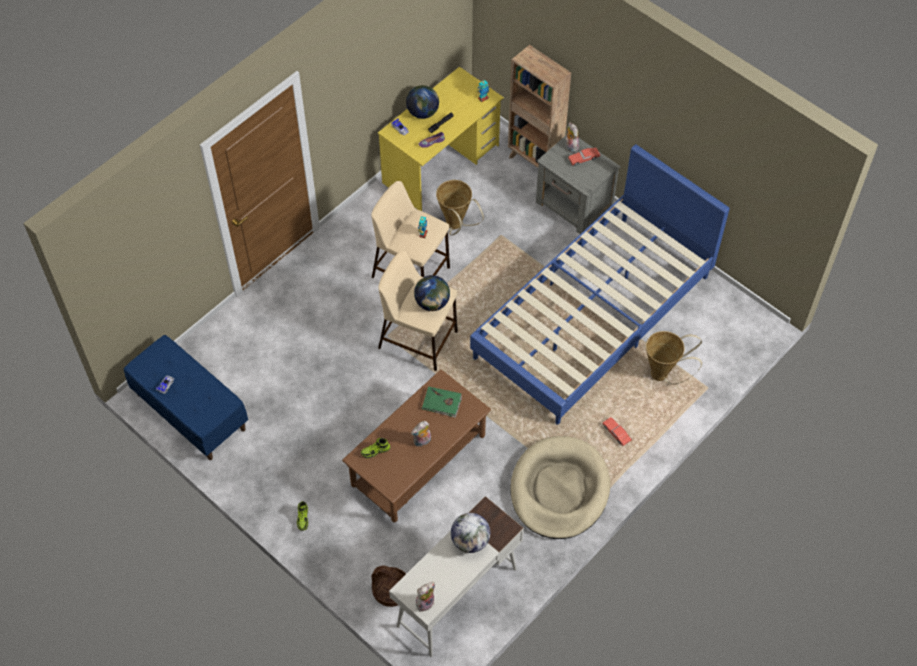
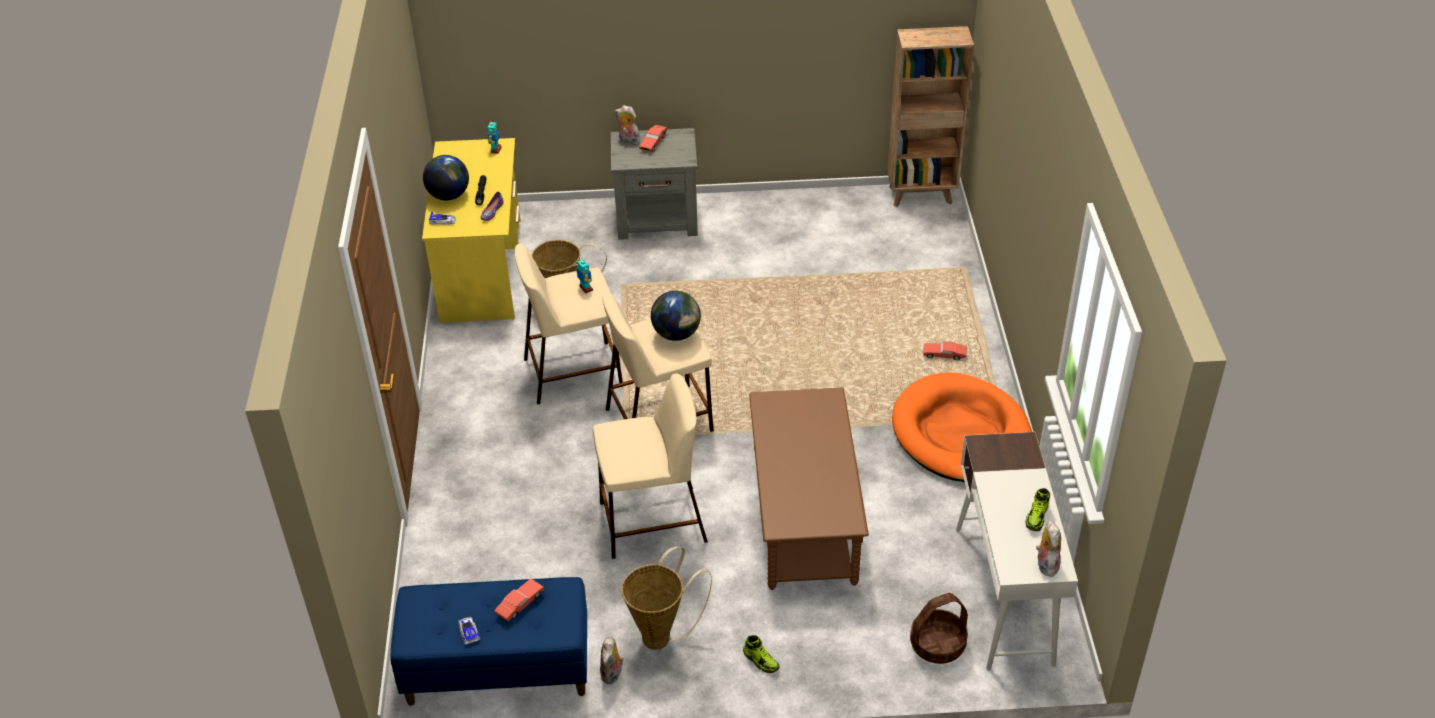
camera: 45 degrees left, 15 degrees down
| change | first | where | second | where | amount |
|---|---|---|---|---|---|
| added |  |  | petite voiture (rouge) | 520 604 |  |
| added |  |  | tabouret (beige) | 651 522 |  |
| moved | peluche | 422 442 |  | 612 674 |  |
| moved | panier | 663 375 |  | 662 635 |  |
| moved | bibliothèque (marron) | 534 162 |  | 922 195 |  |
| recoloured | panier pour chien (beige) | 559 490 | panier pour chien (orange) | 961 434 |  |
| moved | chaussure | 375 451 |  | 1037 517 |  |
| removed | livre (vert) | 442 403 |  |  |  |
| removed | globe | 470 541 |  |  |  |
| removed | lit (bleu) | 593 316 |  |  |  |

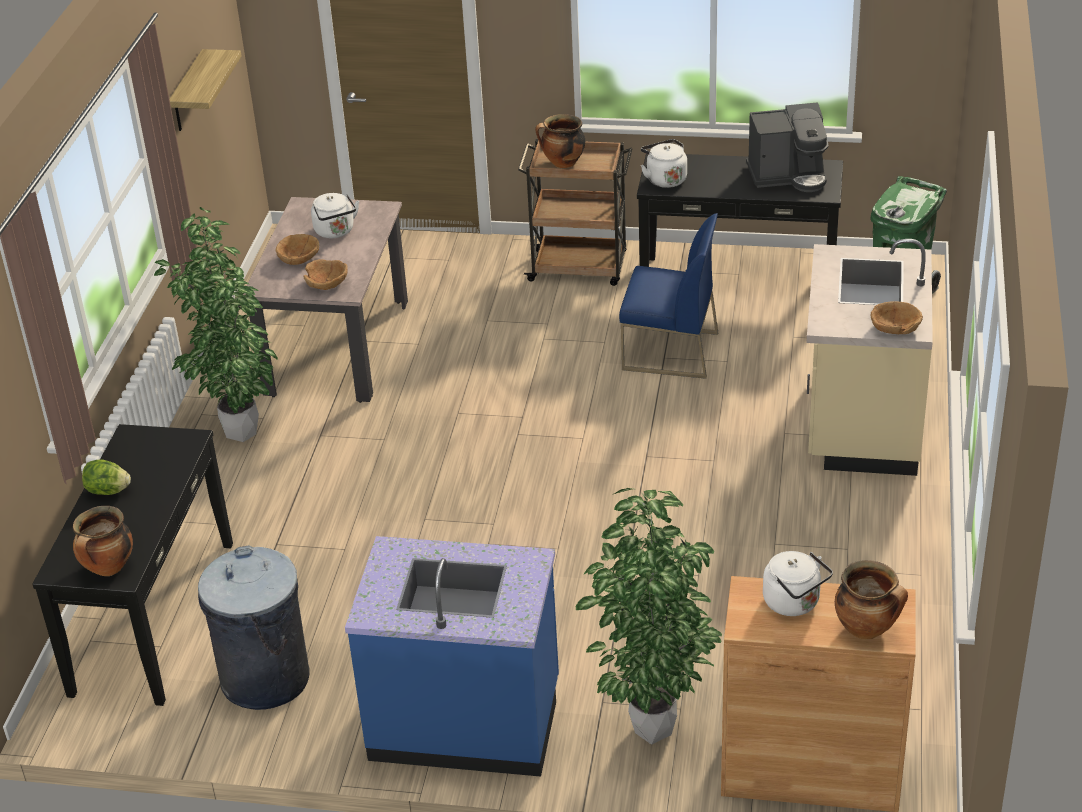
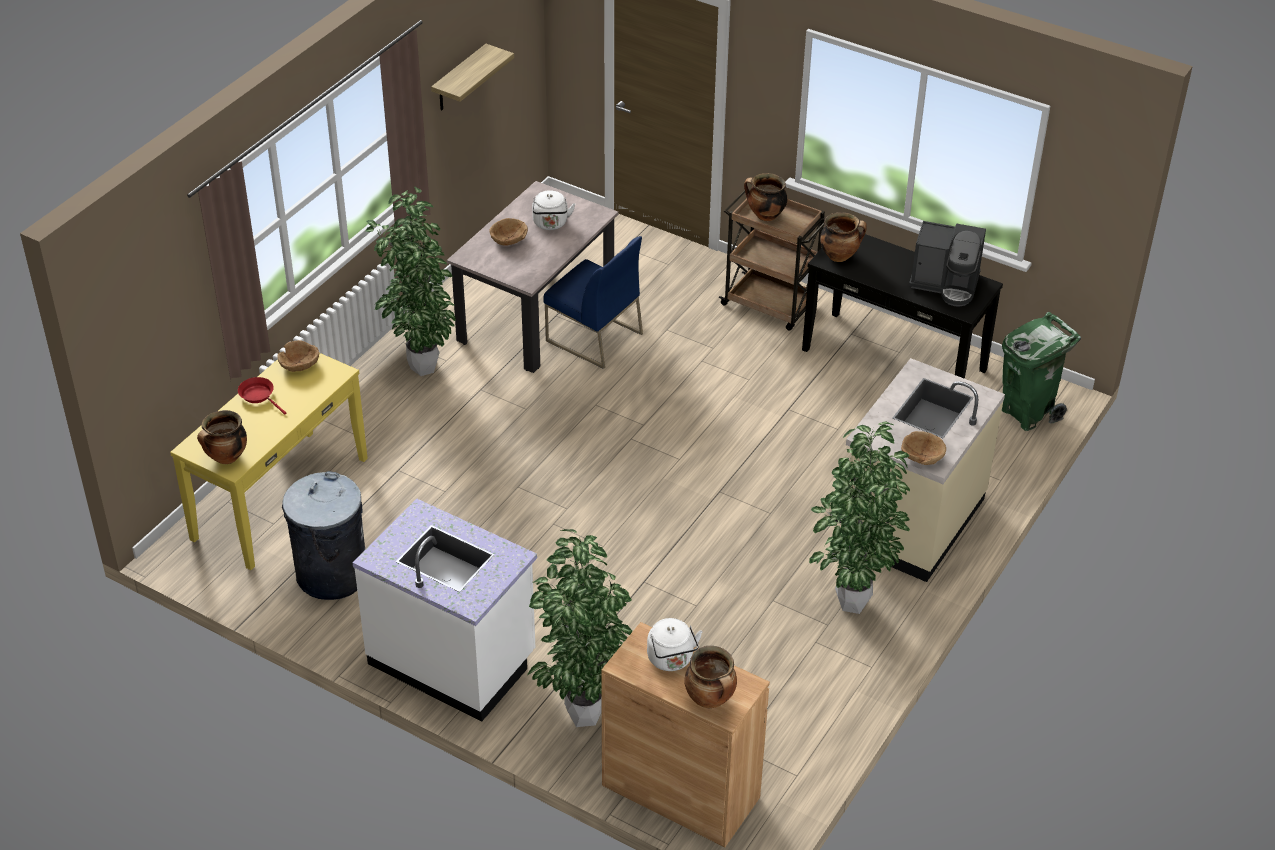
camera: 20 degrees right, 5 degrees up
| change | first | where | second | where | amount |
|---|---|---|---|---|---|
| recoloured | table console (noir) | 152 617 | table console (jaune) | 280 498 |  |
| replaced | laitue | 108 491 | poêle (rouge) | 259 396 |  |
| moved | bol (marron) | 327 283 |  | 299 364 |  |
| recoloured | comptoir de cuisine (bleu) | 465 721 | comptoir de cuisine (blanc) | 453 660 |  |
| moved | chaise (bleu) | 669 352 |  | 593 337 |  |
| added |  |  | plante en pot | 853 606 |  |
| replaced | bouilloire (blanc) | 665 179 | marmite | 840 256 |  |

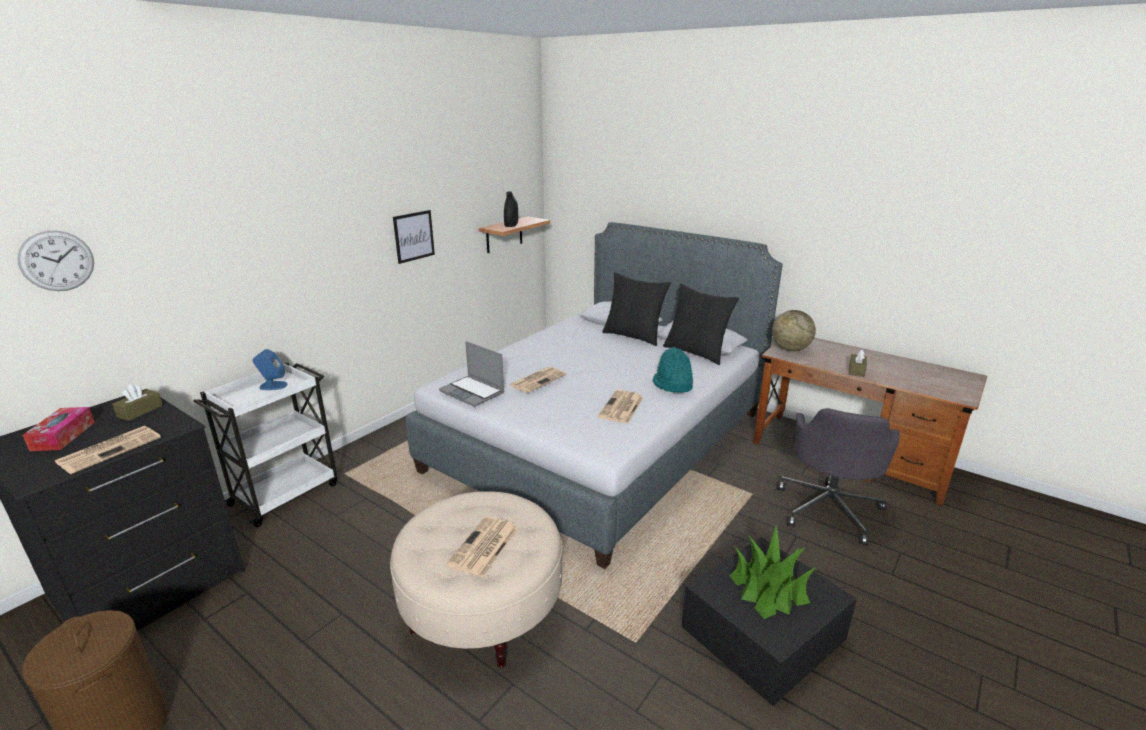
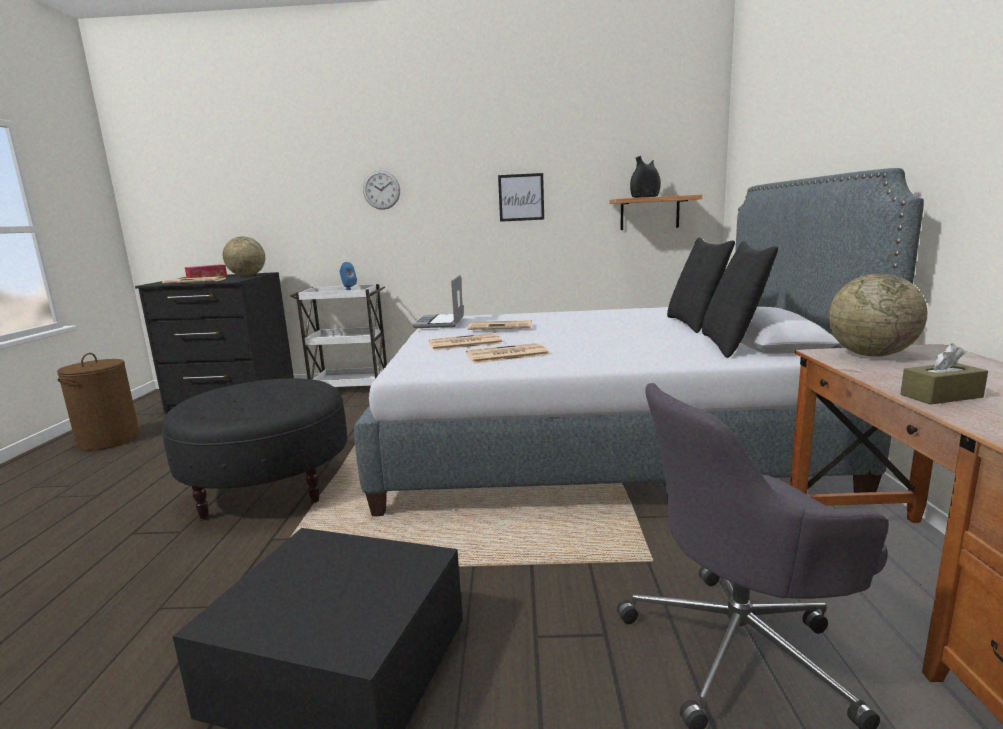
camera: 55 degrees right, 10 degrees down
| change | first | where | second | where | amount |
|---|---|---|---|---|---|
| recoloured | pouf (beige) | 482 609 | pouf (noir) | 270 486 |  |
| replaced | boîte à mouchoirs (marron) | 140 411 | globe | 247 276 |  |
| moved | horloge murale | 57 261 |  | 381 190 |  |
| moved | journal | 484 547 |  | 464 343 |  |
| removed | chapeau (turquoise) | 672 384 |  |  |  |
| removed | plante en pot | 768 588 |  |  |  |

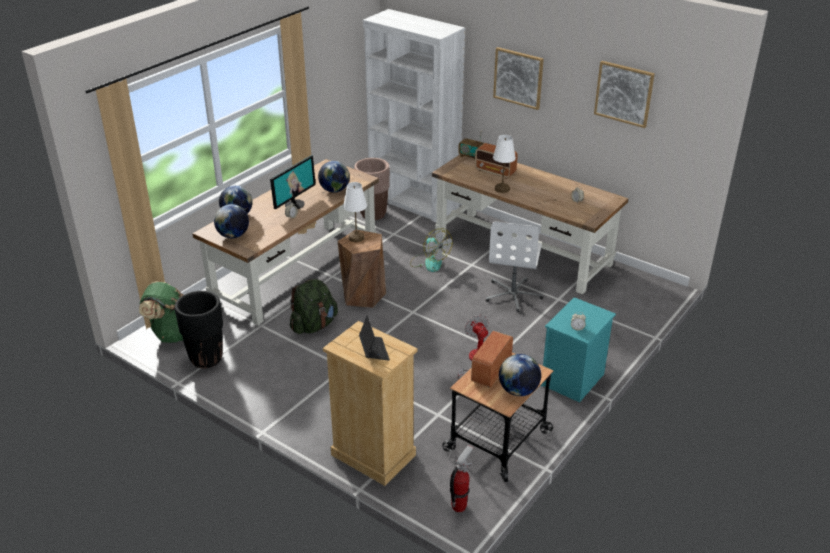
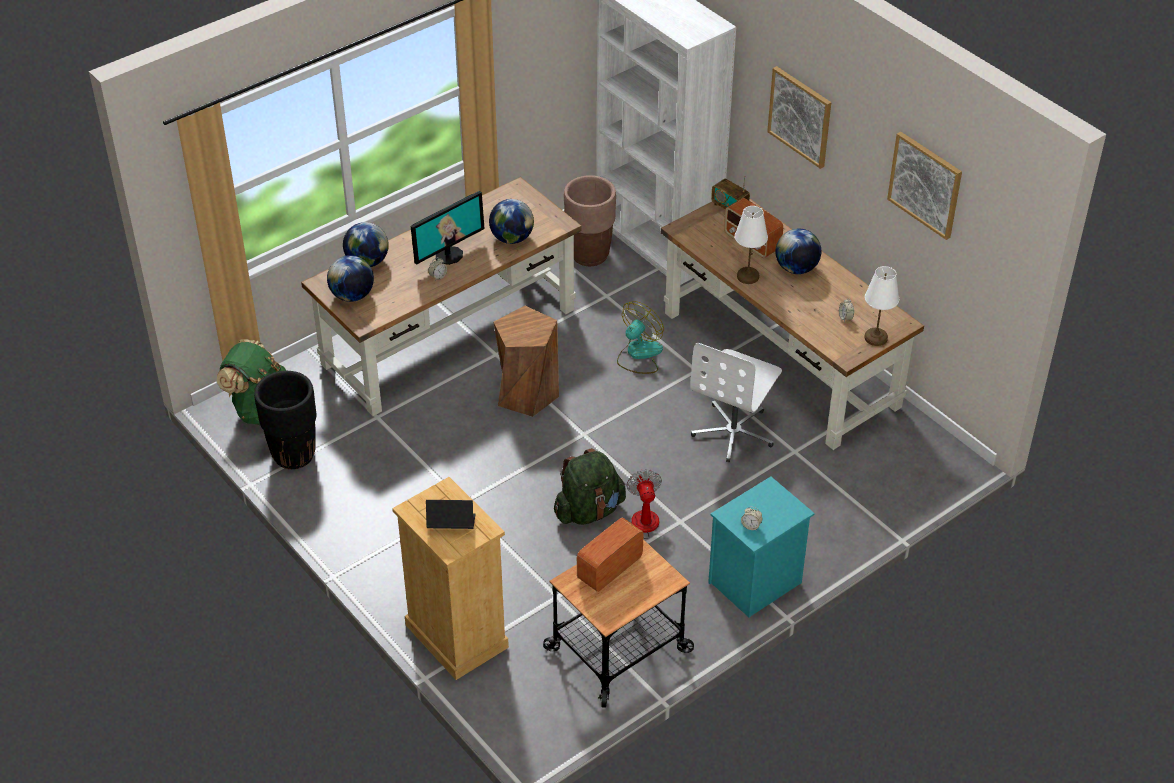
camera: 15 degrees right, 10 degrees up
| change | first | where | second | where | amount |
|---|---|---|---|---|---|
| turned | ordinateur portable | 374 350 |  | 451 524 | 90 degrees counterclockwise |
| moved | sac à dos (vert) | 314 325 |  | 589 511 |  |
| turned | ventilateur | 429 262 |  | 639 354 | 120 degrees counterclockwise |
| moved | globe | 518 390 |  | 796 268 |  |
| moved | lampe de table (blanc) | 356 237 |  | 875 337 |  |
| removed | extincteur | 459 506 |  |  |  |

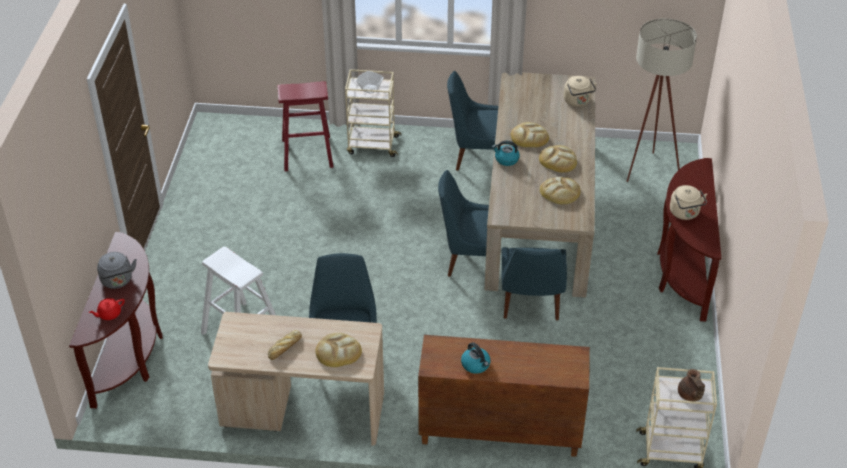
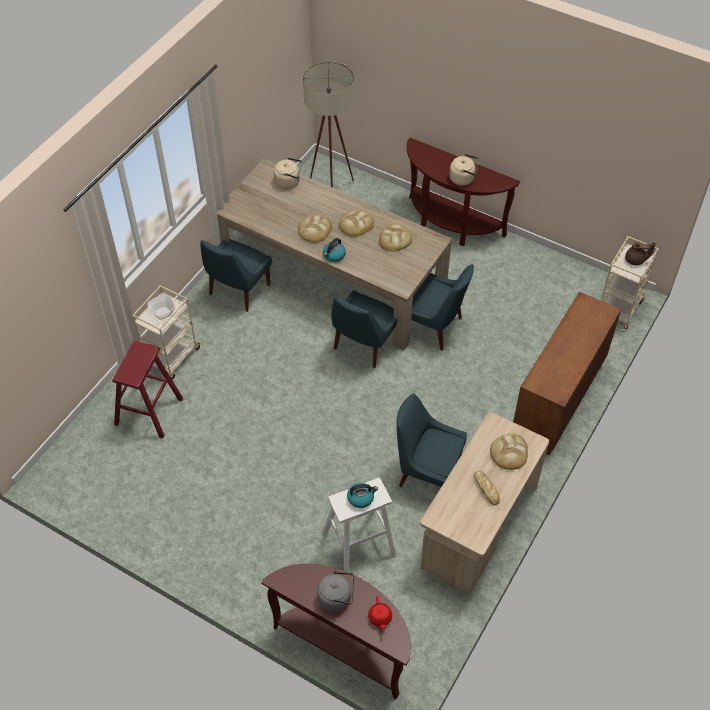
camera: 65 degrees left, 10 degrees up
| change | first | where | second | where | amount |
|---|---|---|---|---|---|
| moved | bouilloire | 476 365 |  | 361 498 |  |

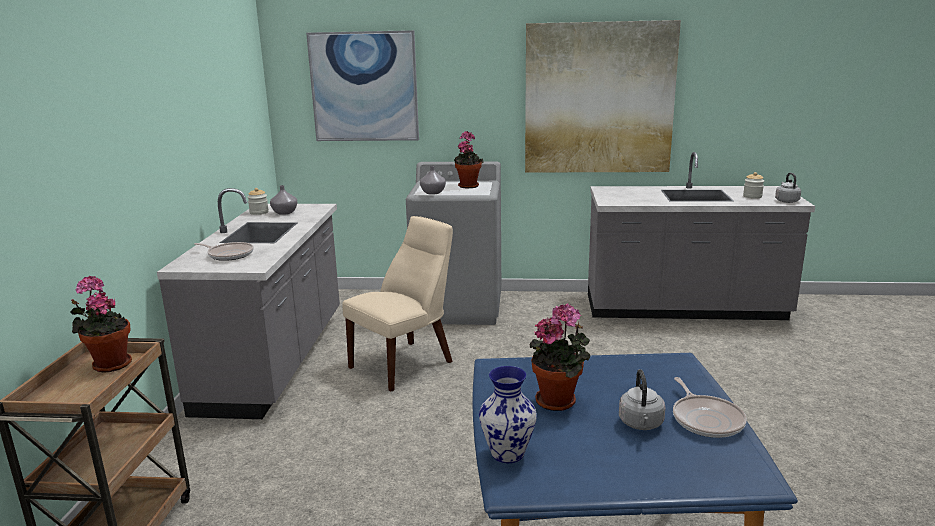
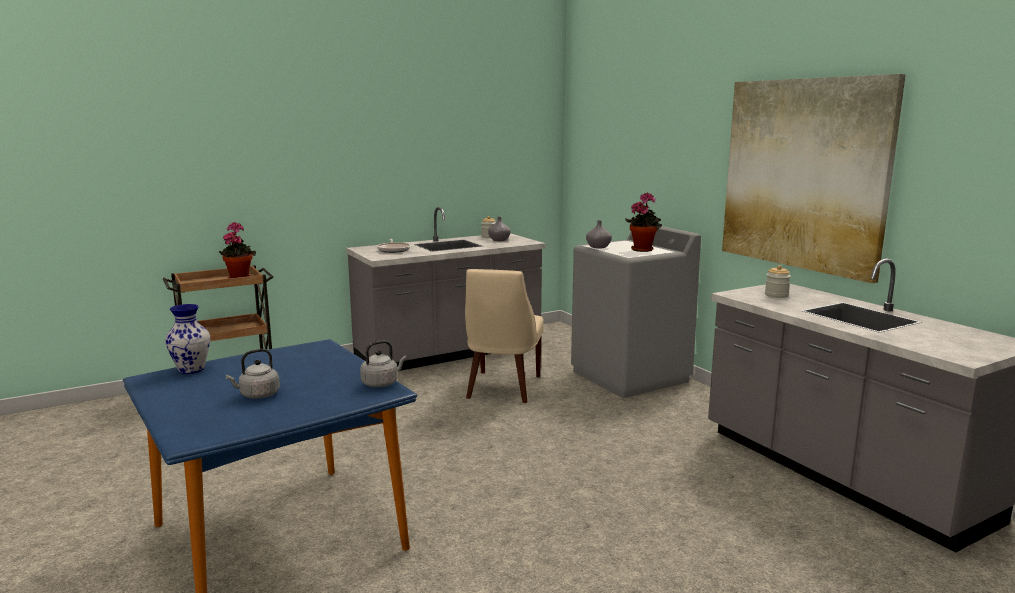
camera: 55 degrees right, 5 degrees down
| change | first | where | second | where | amount |
|---|---|---|---|---|---|
| moved | bouilloire (gris) | 786 201 |  | 382 383 |  |
| turned | chaise (beige) | 405 363 |  | 502 388 | 90 degrees clockwise |
| moved | bocal | 752 196 |  | 776 295 |  |
| removed | tableau | 364 87 |  |  |  |
| removed | plante en pot | 559 401 |  |  |  |
| removed | poêle | 706 419 |  |  |  |

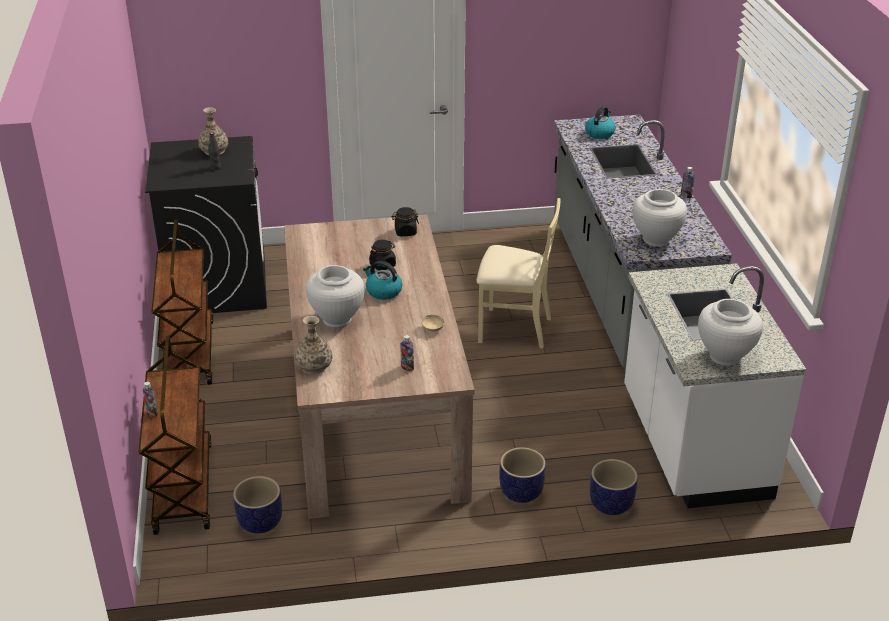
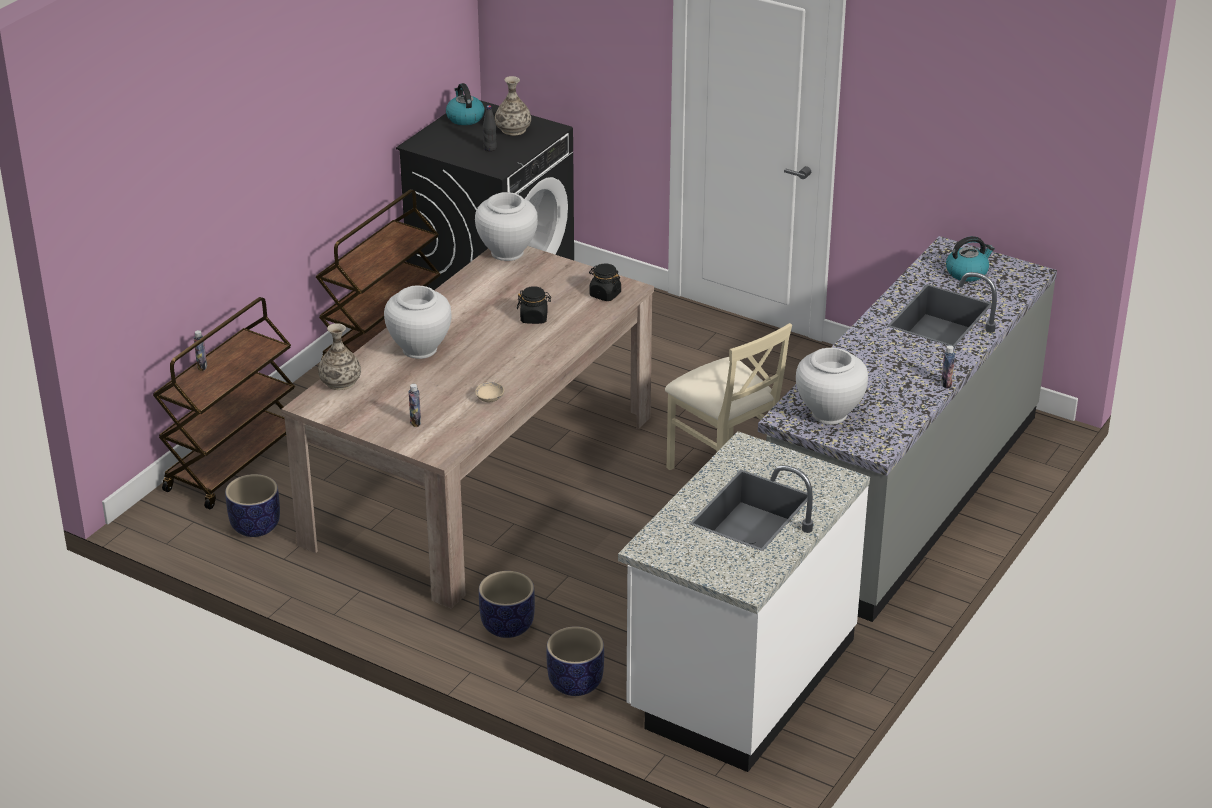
camera: 40 degrees right, 0 degrees up
| change | first | where | second | where | amount |
|---|---|---|---|---|---|
| moved | bouilloire | 383 291 |  | 464 118 |  |
| moved | vase (blanc) | 725 356 |  | 507 253 |  |

